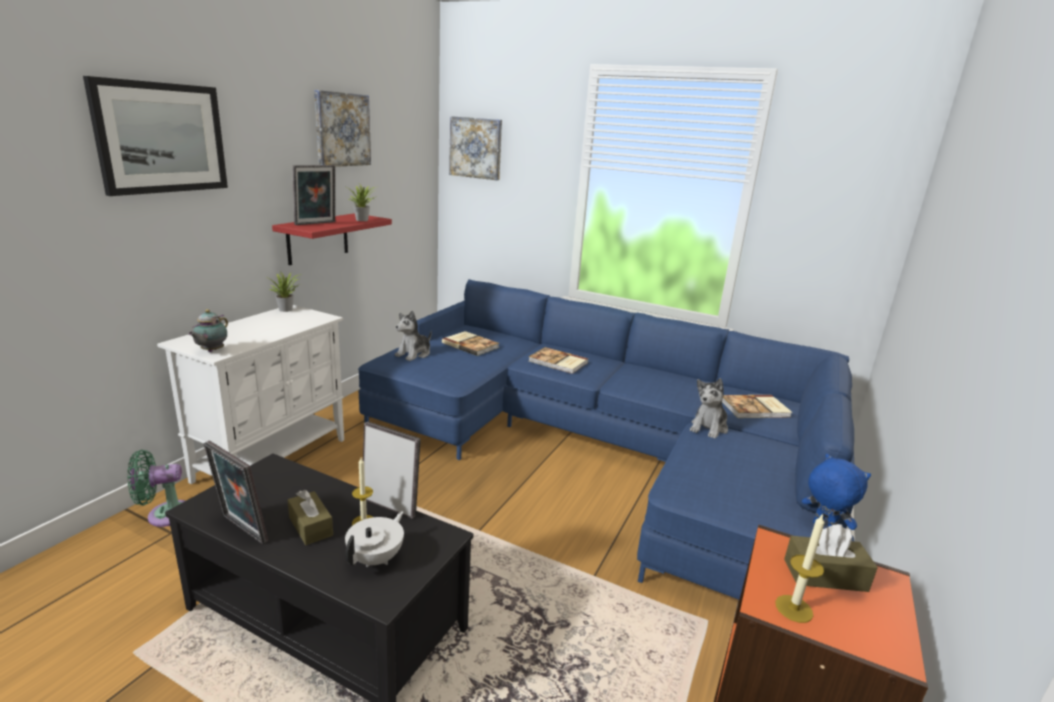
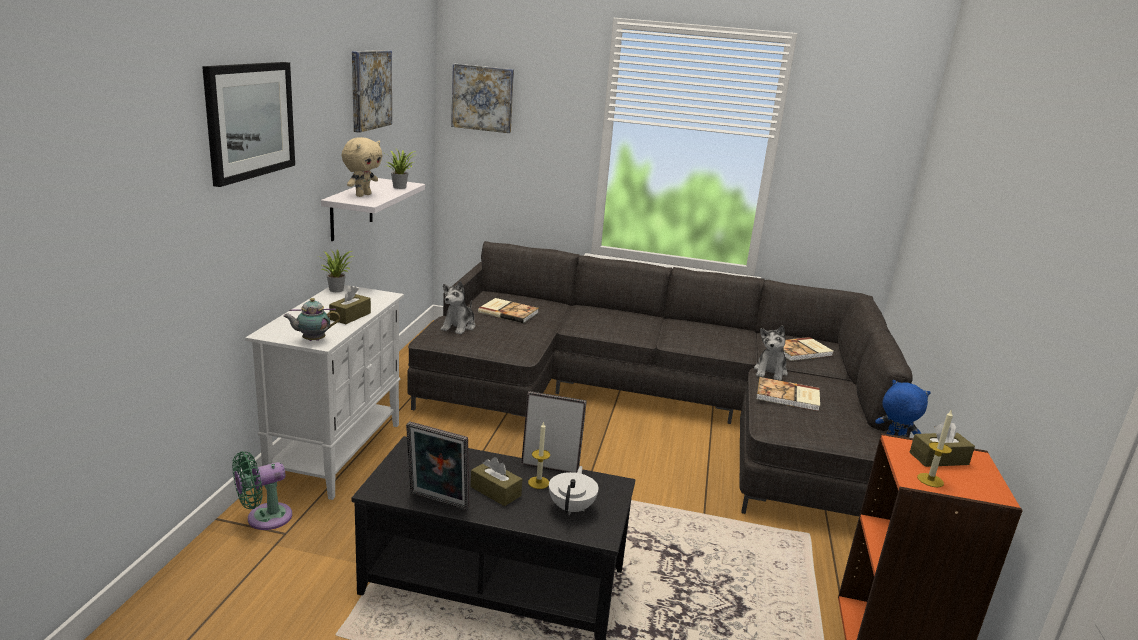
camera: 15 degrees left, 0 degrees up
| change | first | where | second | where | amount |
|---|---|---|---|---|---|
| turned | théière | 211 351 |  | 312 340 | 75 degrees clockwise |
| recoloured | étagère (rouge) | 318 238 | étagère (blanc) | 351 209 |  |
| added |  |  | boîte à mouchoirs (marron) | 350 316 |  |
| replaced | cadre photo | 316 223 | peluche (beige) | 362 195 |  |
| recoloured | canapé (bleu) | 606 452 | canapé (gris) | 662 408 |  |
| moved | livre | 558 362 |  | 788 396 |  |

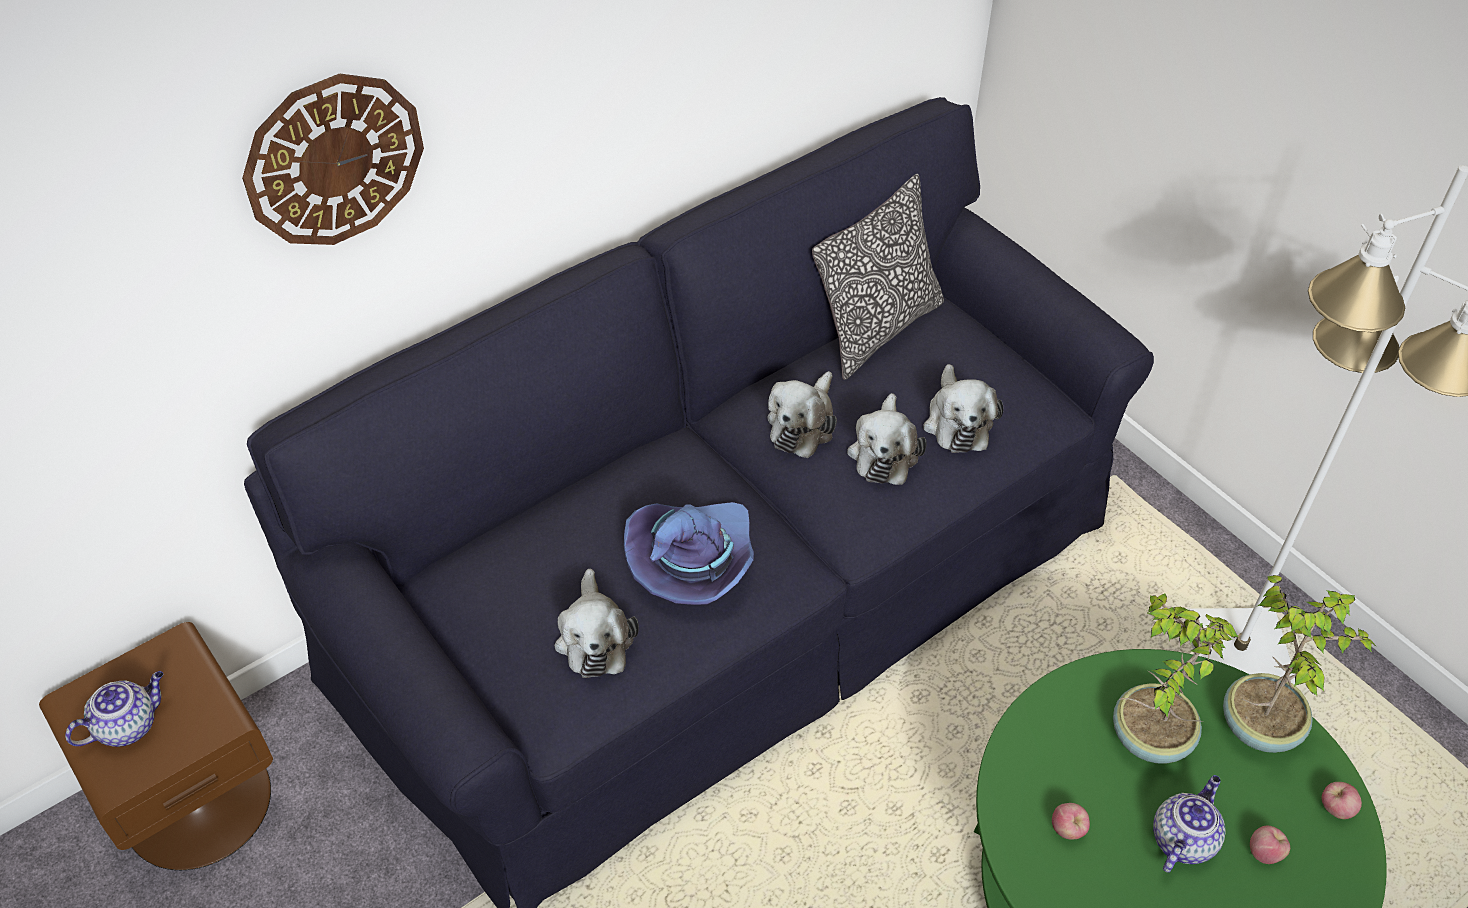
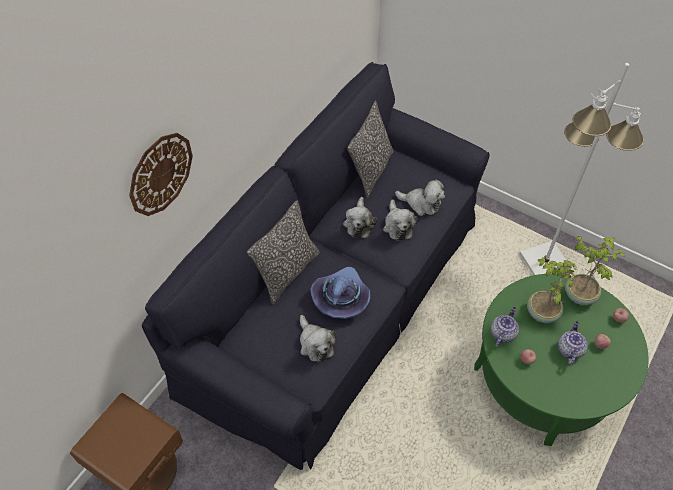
camera: 20 degrees left, 5 degrees up
| change | first | where | second | where | amount |
|---|---|---|---|---|---|
| added |  |  | coussin | 287 272 |  |
| turned | peluche | 957 421 |  | 421 203 | 45 degrees counterclockwise |
| moved | théière | 128 725 |  | 502 333 |  |

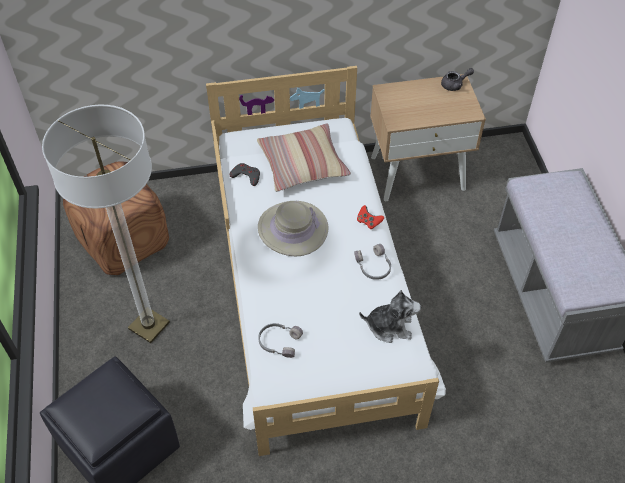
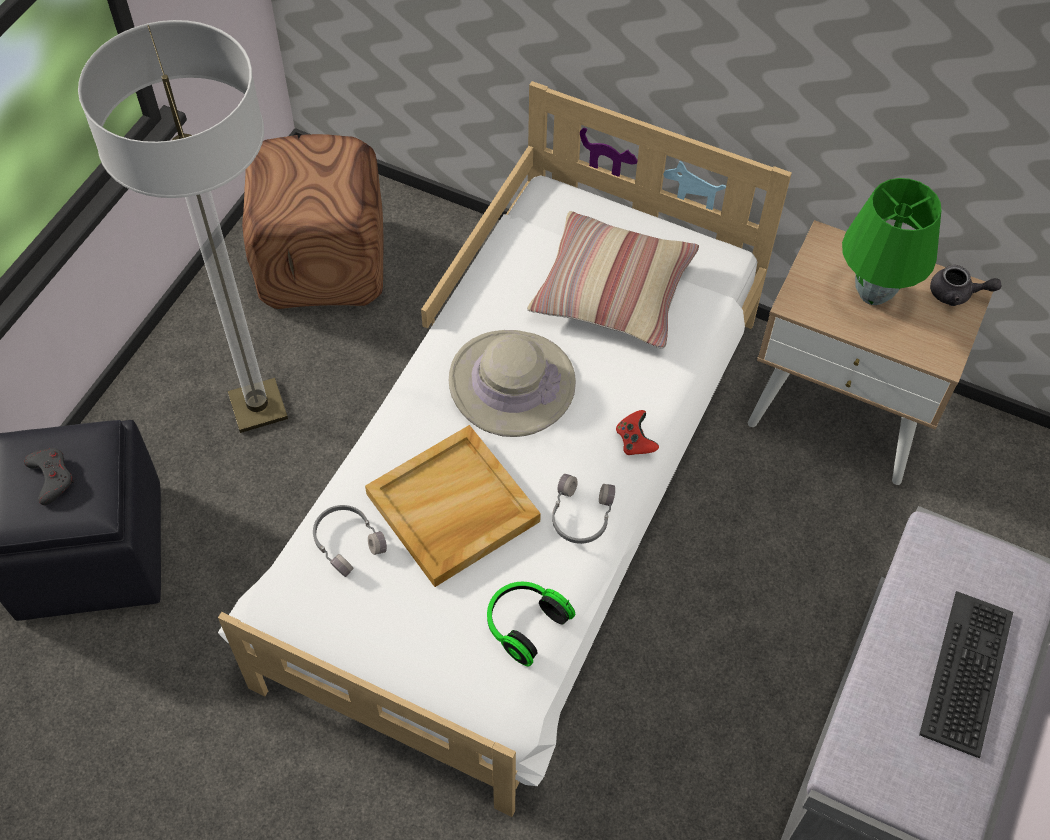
camera: 35 degrees right, 5 degrees up
| change | first | where | second | where | amount |
|---|---|---|---|---|---|
| moved | manette (gris) | 246 176 |  | 51 477 |  |
| added |  |  | plateau (beige) | 452 509 |  |
| replaced | peluche | 389 326 | casque audio | 524 624 |  |
| added |  |  | lampe de table (vert) | 874 294 |  |
| added |  |  | clavier | 968 673 |  |

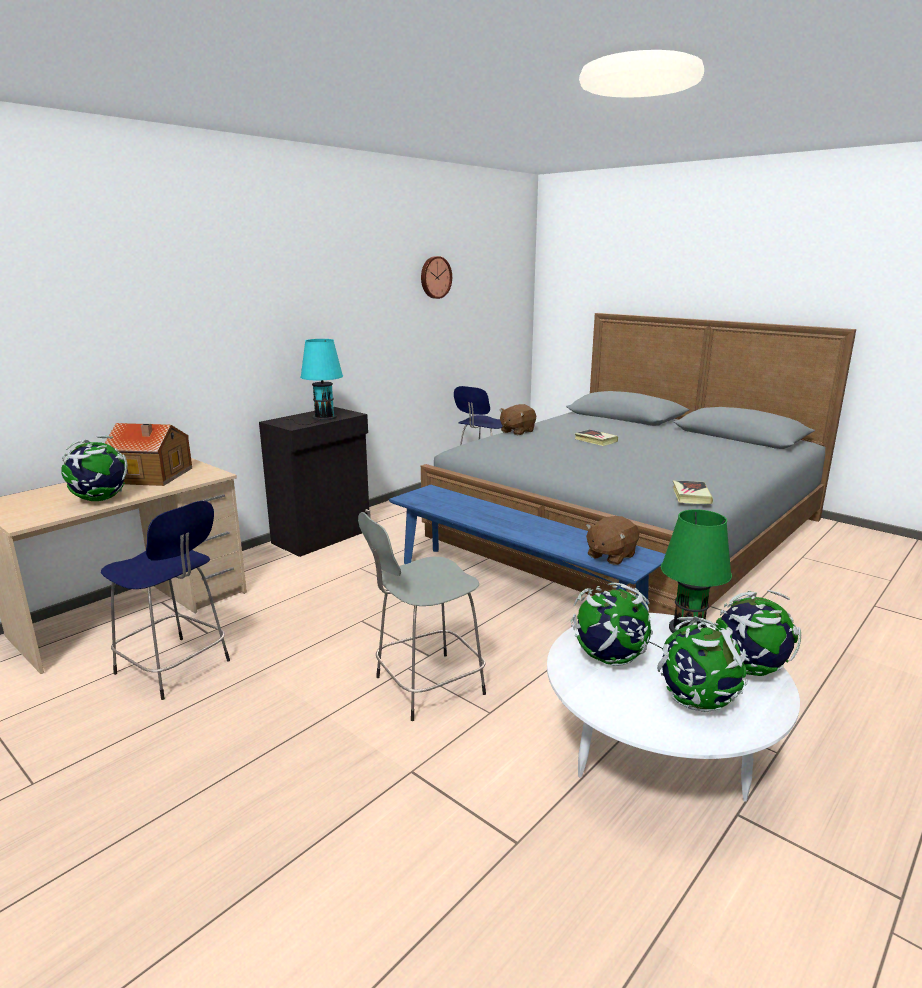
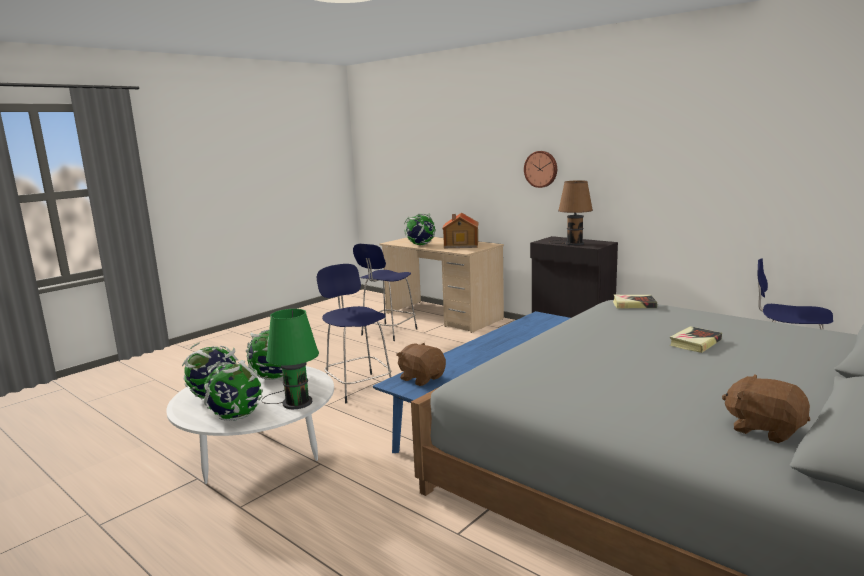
camera: 90 degrees right, 5 degrees down
| change | first | where | second | where | amount |
|---|---|---|---|---|---|
| recoloured | tabouret (gris) | 426 686 | tabouret (bleu) | 358 387 |  |
| moved | horloge murale | 435 277 |  | 541 169 |  |
| recoloured | lampe de table (turquoise) | 321 418 | lampe de table (marron) | 572 243 |  |
| moved | livre | 691 496 |  | 634 305 |  |
| moved | peluche (marron) | 517 431 |  | 764 429 |  |

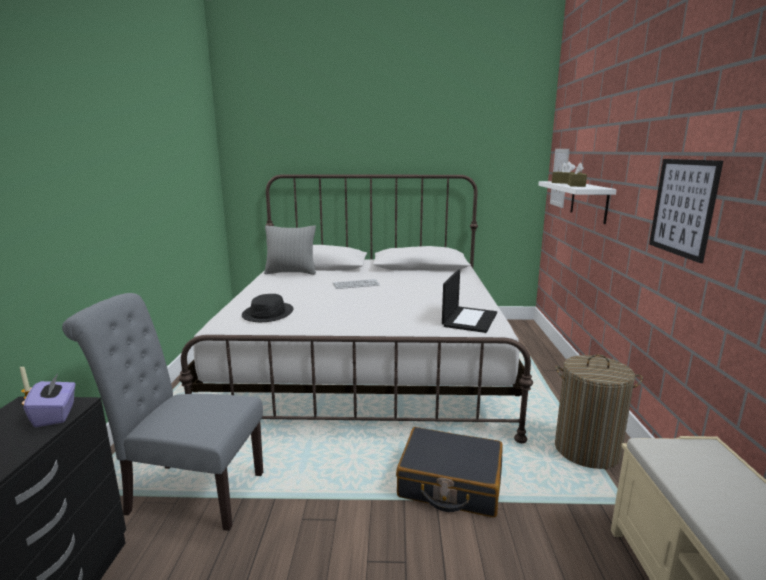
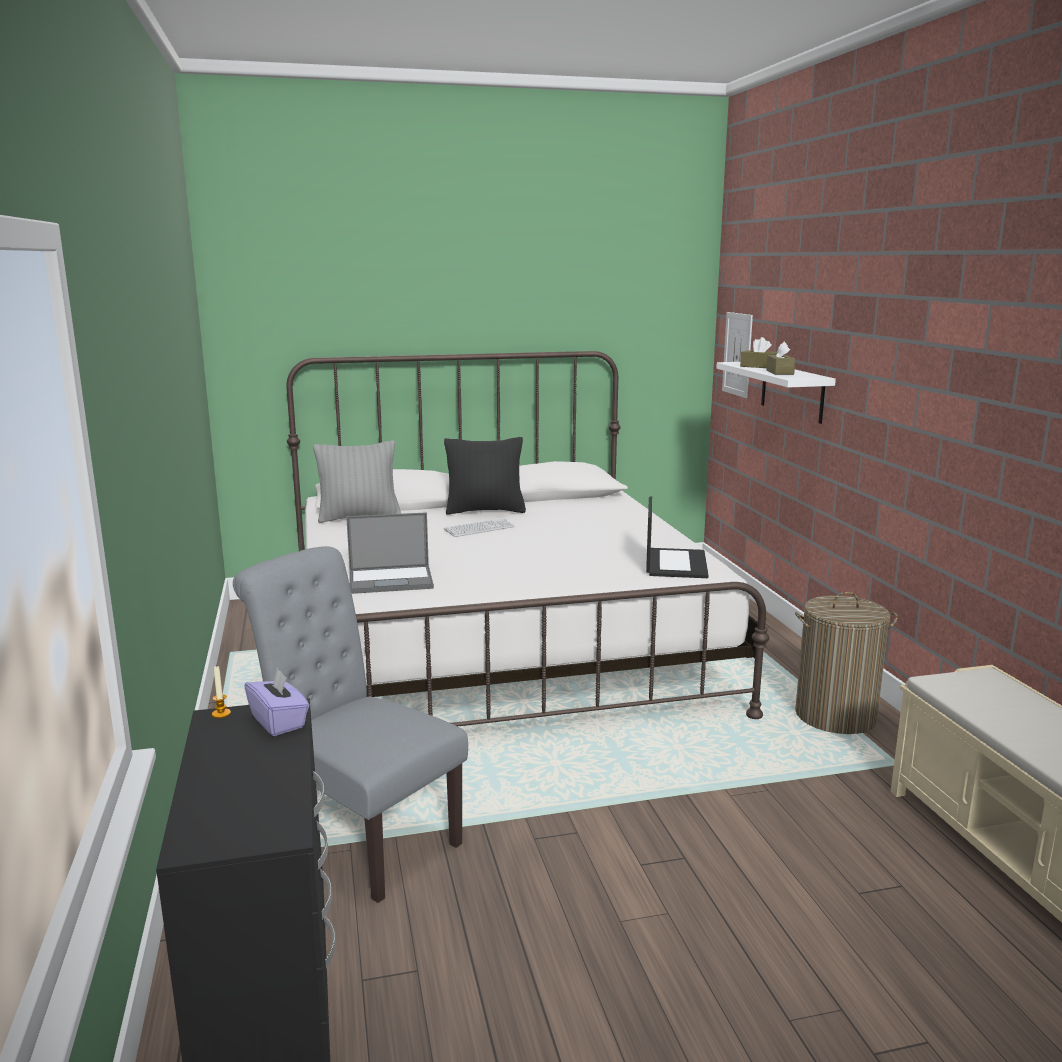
camera: 15 degrees left, 0 degrees up
| change | first | where | second | where | amount |
|---|---|---|---|---|---|
| turned | chaise (gris) | 188 493 |  | 359 836 | 45 degrees clockwise |
| replaced | chapeau (noir) | 268 313 | ordinateur portable | 391 580 |  |
| added |  |  | coussin (noir) | 485 511 |  |
| removed | valise (noir) | 450 483 |  |  |  |
| removed | tableau | 683 207 |  |  |  |

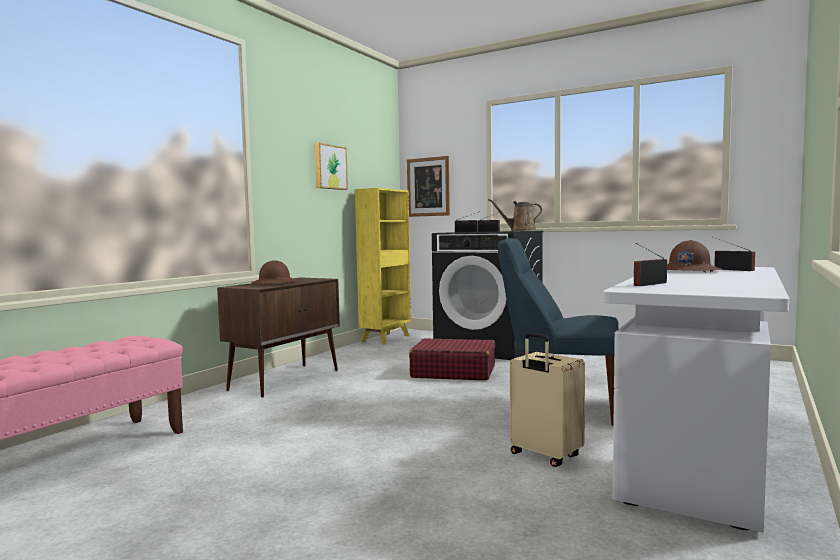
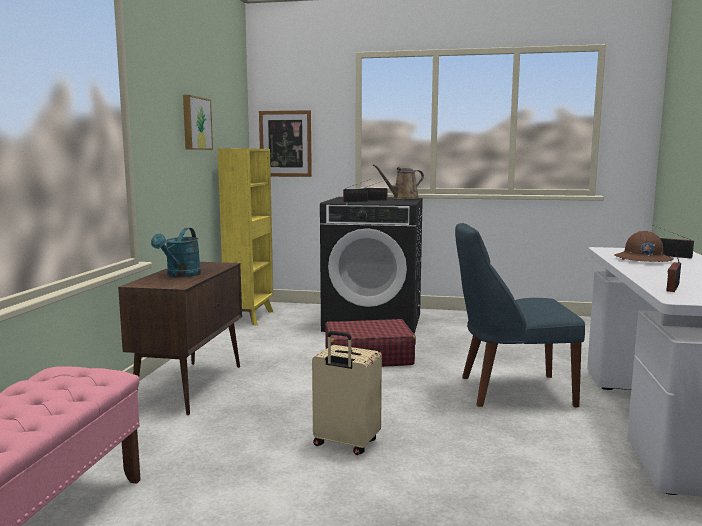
camera: 20 degrees left, 5 degrees up
| change | first | where | second | where | amount |
|---|---|---|---|---|---|
| replaced | casque de chantier (marron) | 275 283 | arrosoir (turquoise) | 180 275 |  |
| moved | valise (beige) | 544 456 |  | 345 444 |  |

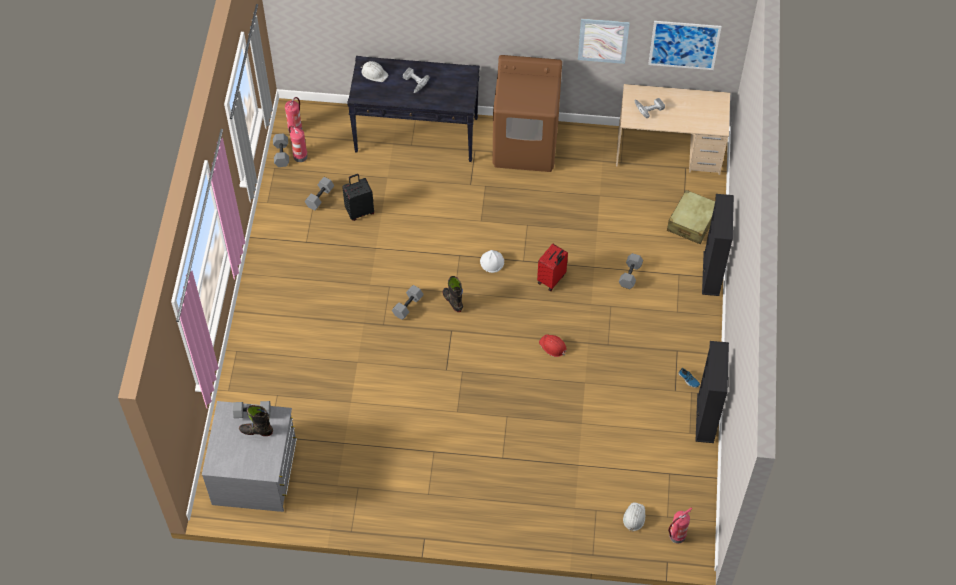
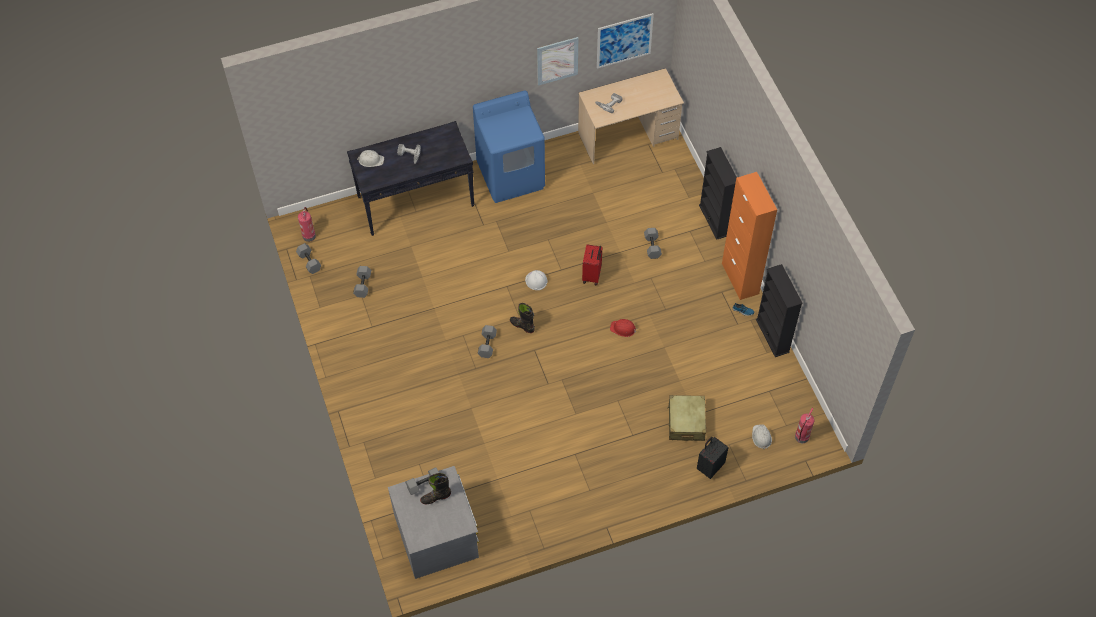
camera: 25 degrees left, 0 degrees up
| change | first | where | second | where | amount |
|---|---|---|---|---|---|
| recoloured | lave-linge (marron) | 526 146 | lave-linge (bleu) | 511 176 |  |
| moved | valise (beige) | 691 222 |  | 686 422 |  |
| moved | valise (noir) | 359 211 |  | 710 467 |  |
| added |  |  | meuble de rangement (orange) | 740 278 |  |
| removed | extincteur | 299 156 |  |  |  |

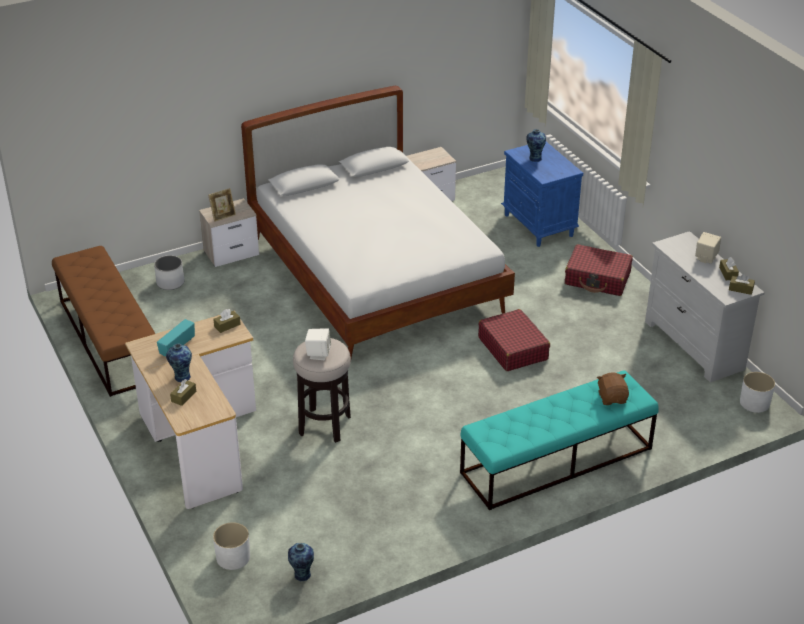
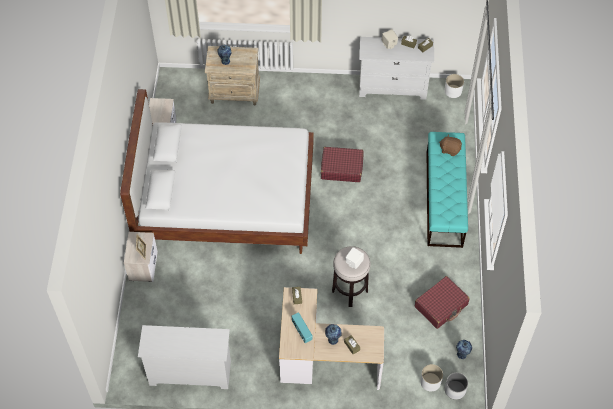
camera: 60 degrees left, 20 degrees up
| change | first | where | second | where | amount |
|---|---|---|---|---|---|
| replaced | banc (marron) | 109 339 | commode (blanc) | 190 373 |  |
| recoloured | table de chevet (bleu) | 539 225 | table de chevet (beige) | 235 93 |  |
| moved | valise (rouge) | 597 278 |  | 441 306 |  |
| moved | cache-pot (blanc) | 170 282 |  | 455 390 |  |

